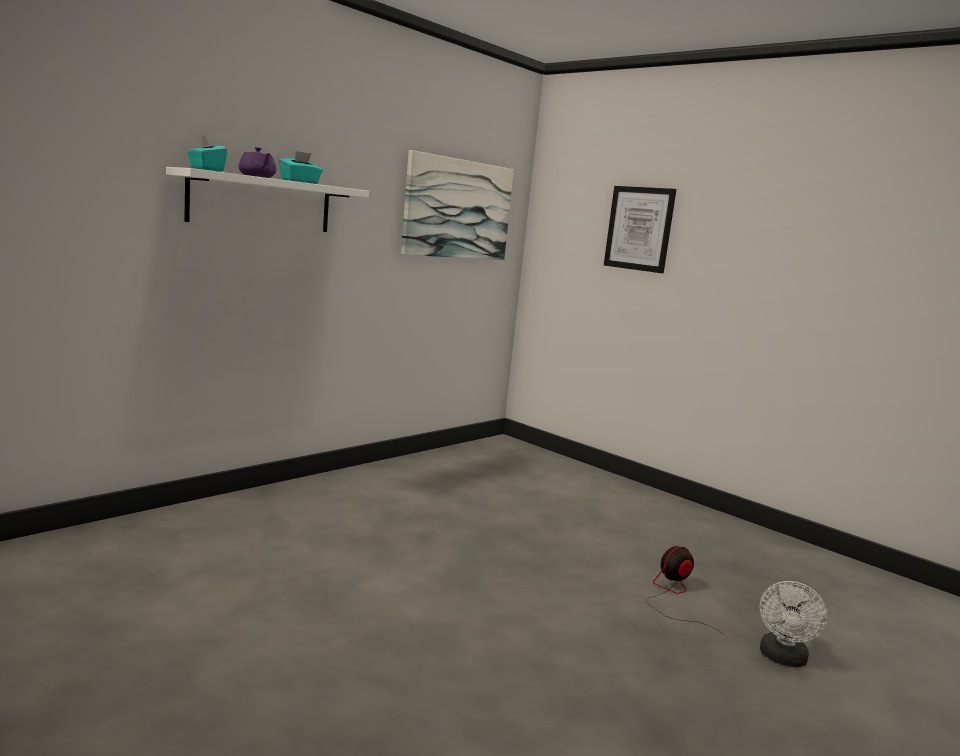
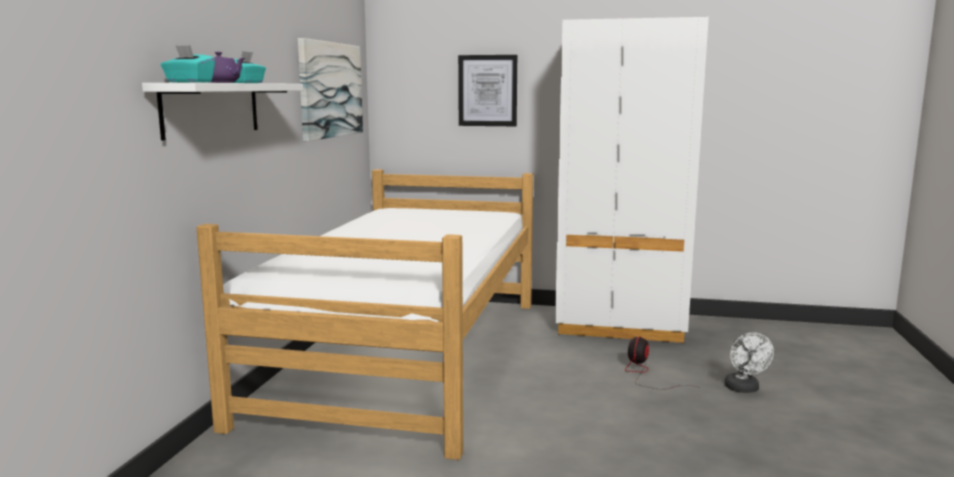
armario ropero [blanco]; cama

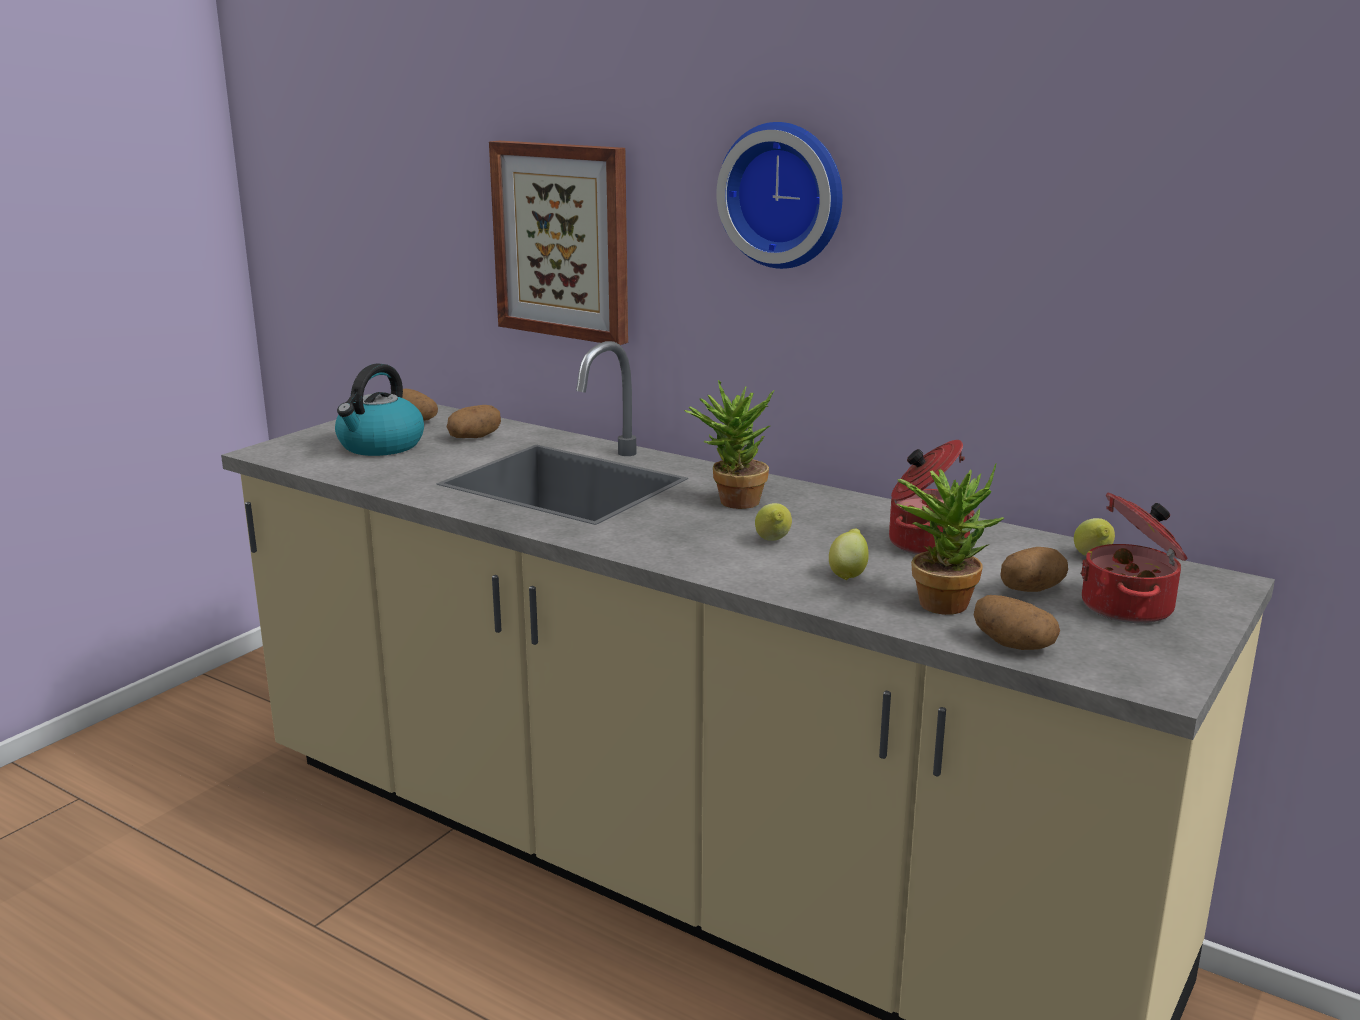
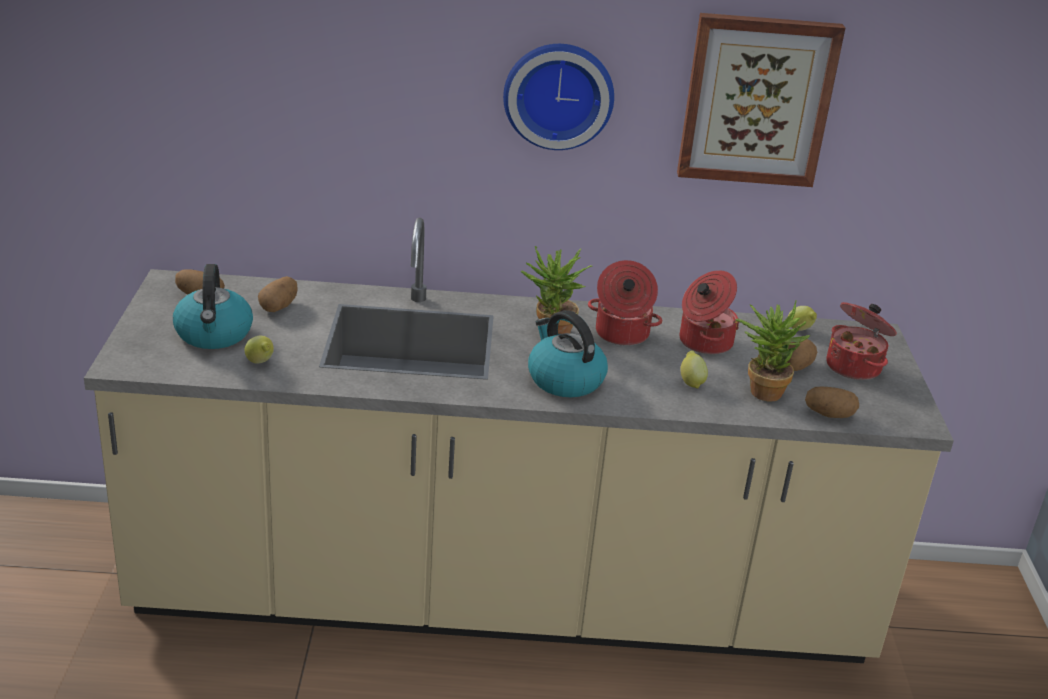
cuadro; limón (no. 1 from left); olla (no. 1 from left); hervidor (no. 2 from left)

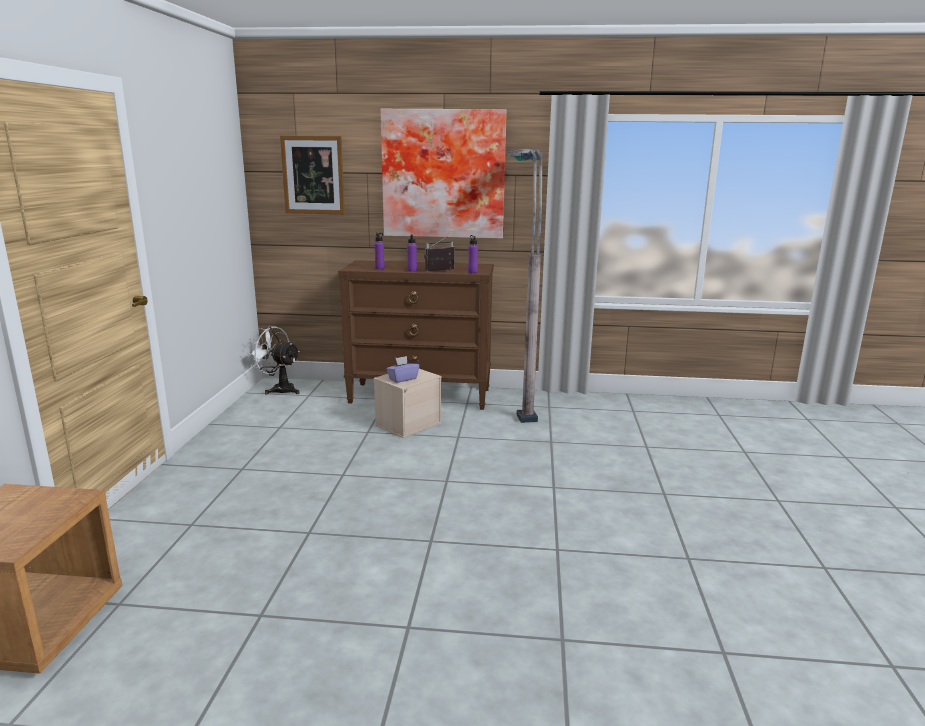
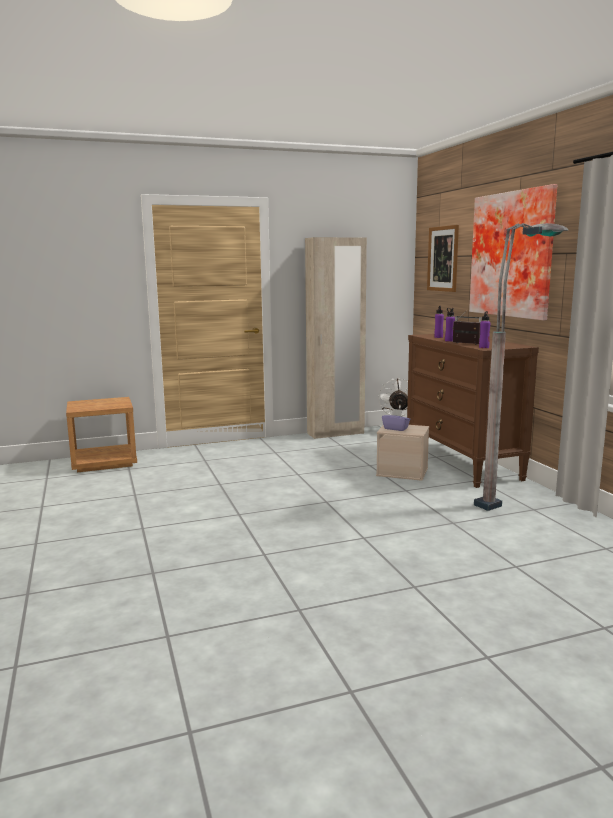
armario ropero [beis]

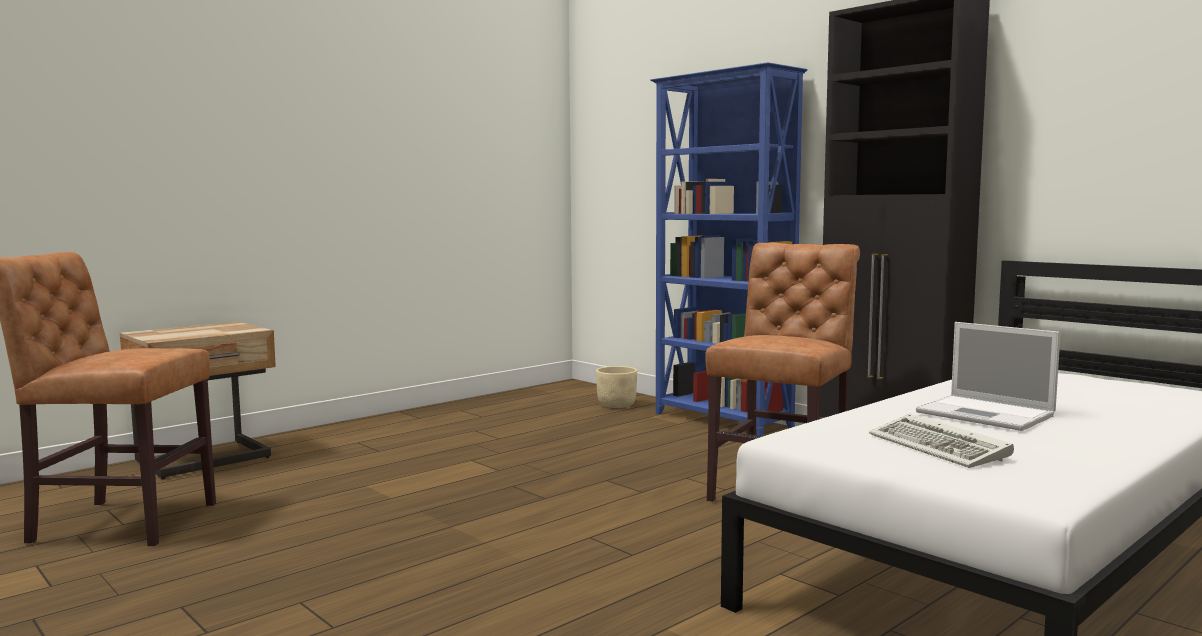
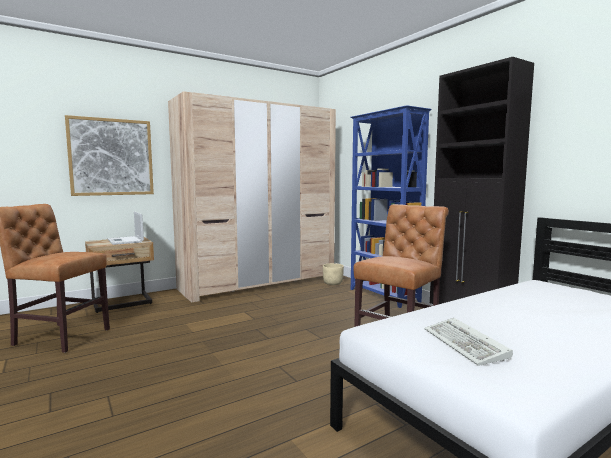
portátil; armario ropero [beis]; cuadro

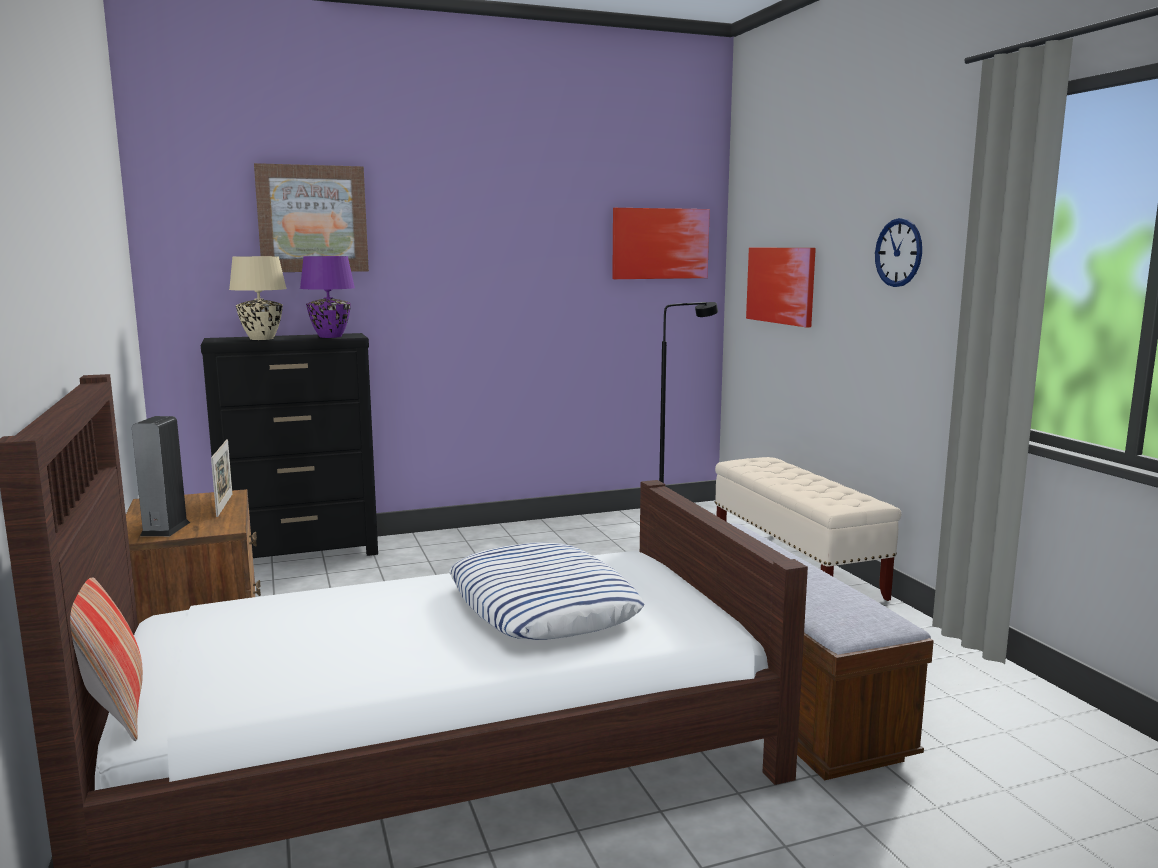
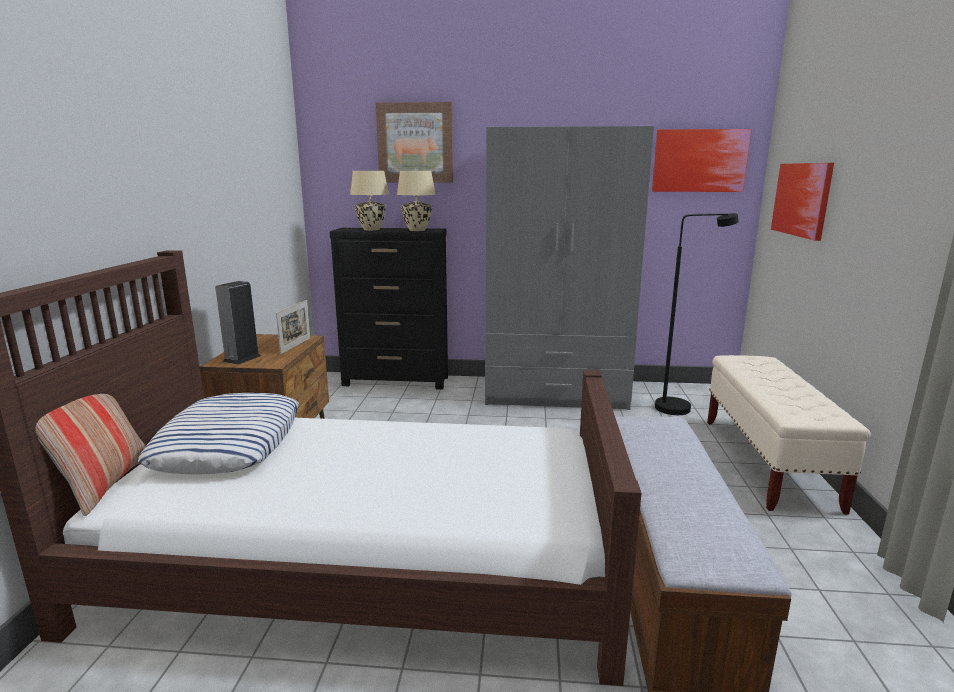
reloj de pared; lámpara de mesa [beis] (no. 2 from left); cojín (no. 2 from left); armario ropero [gris]

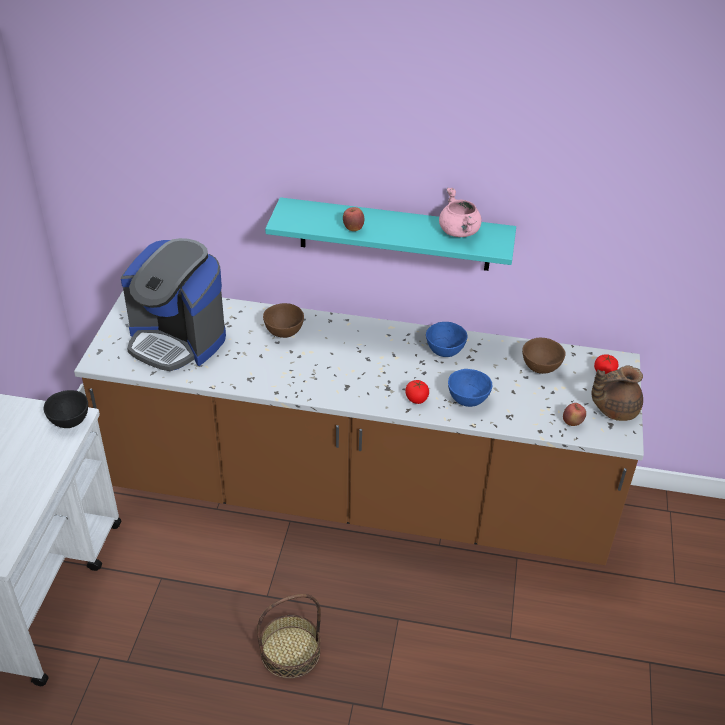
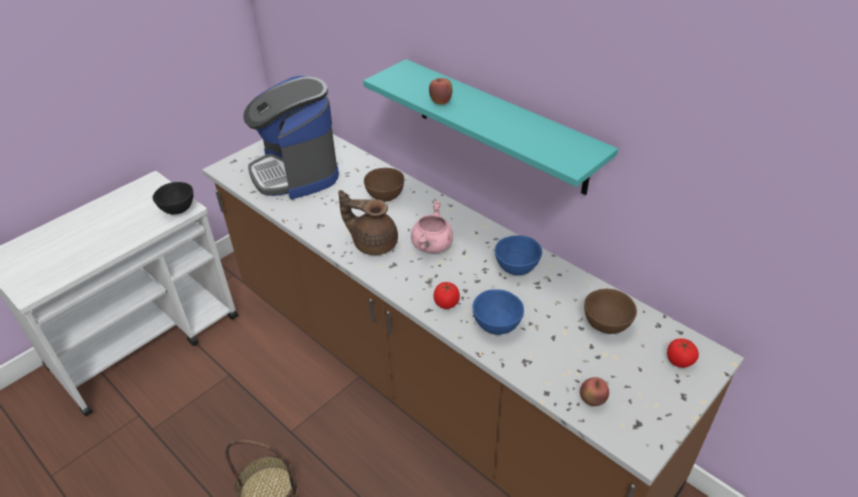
olla [rosa]; tetera [marrón]

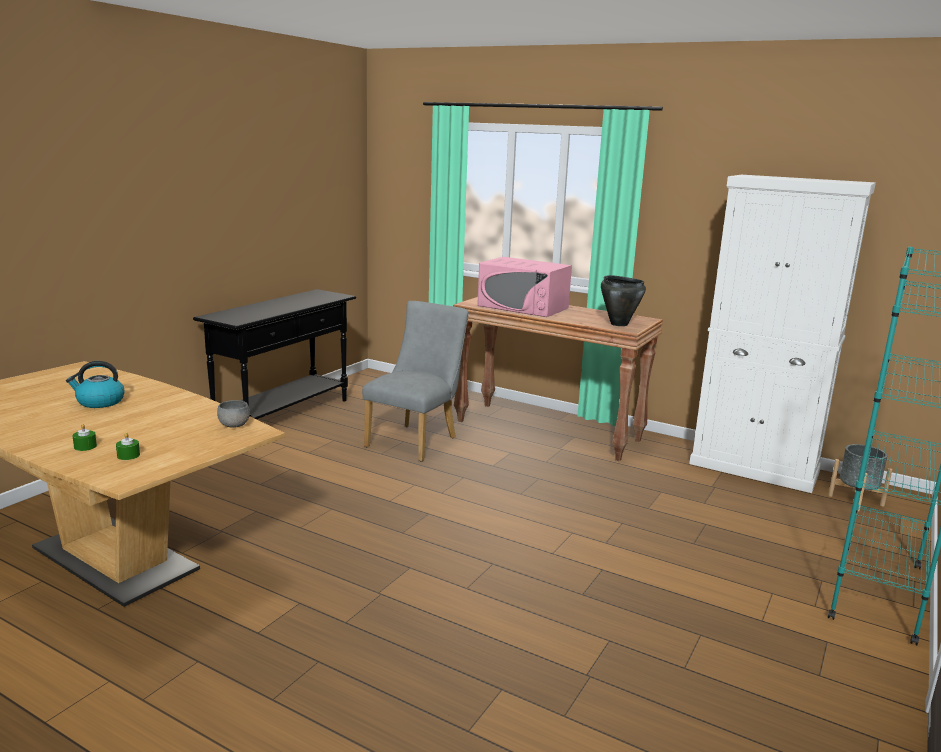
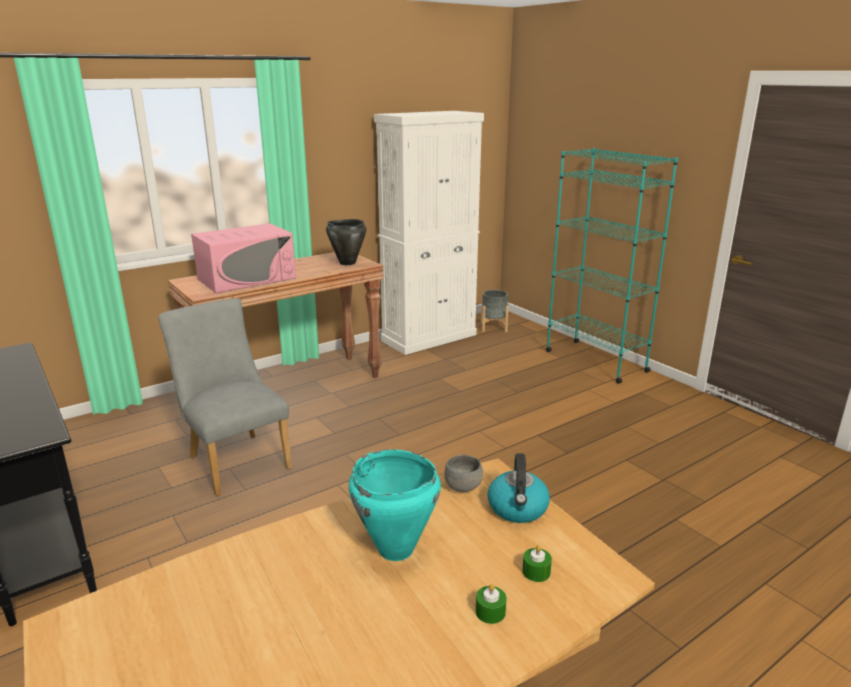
hervidor; olla [turquesa]

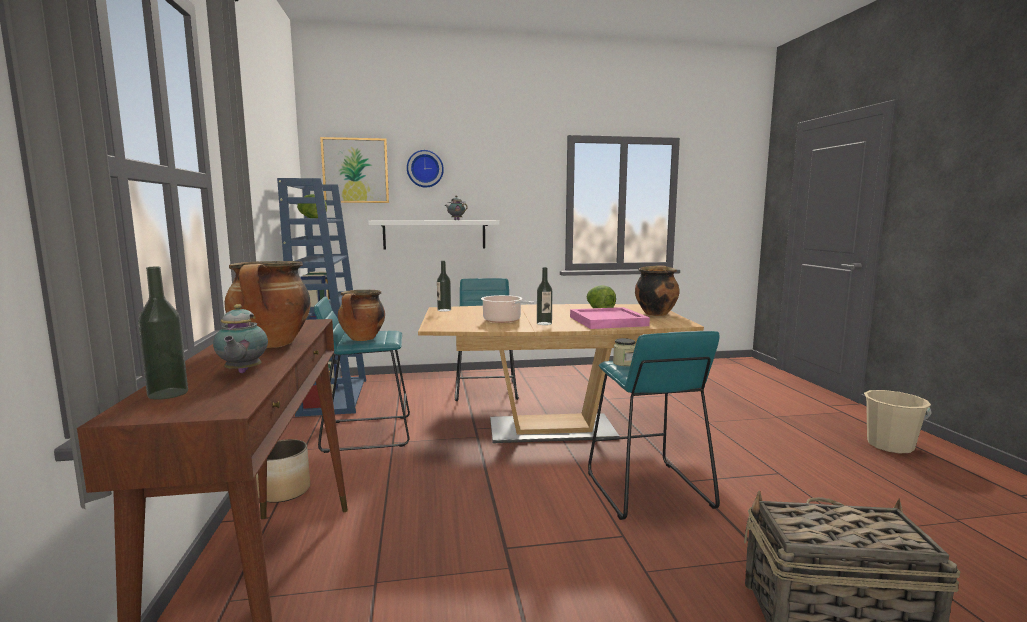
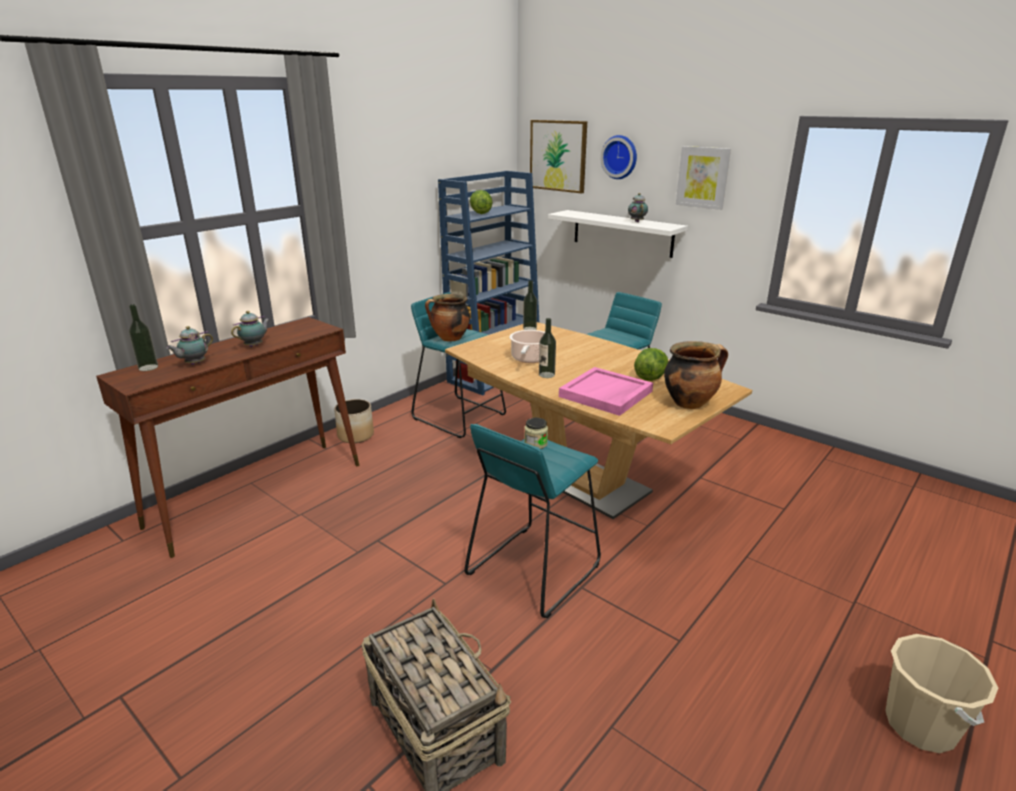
tetera (no. 2 from left); cuadro (no. 2 from left)

